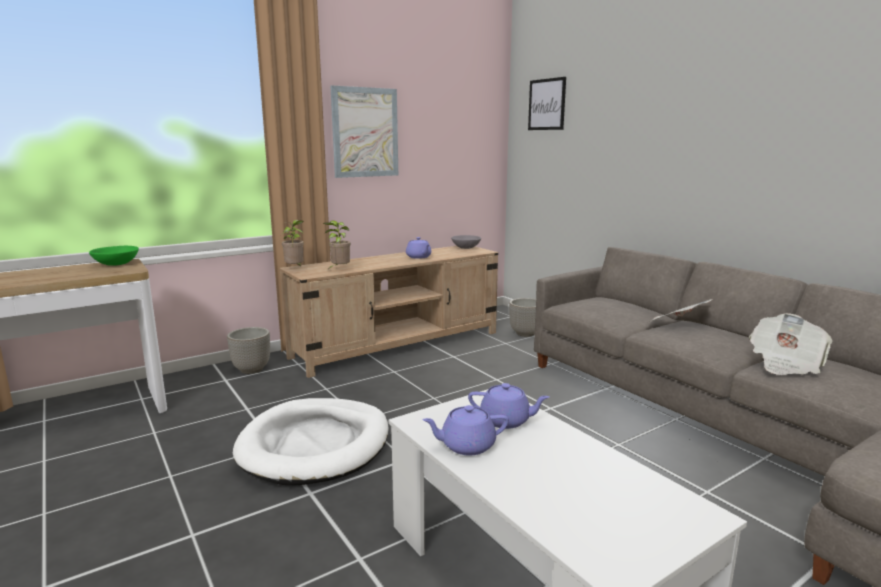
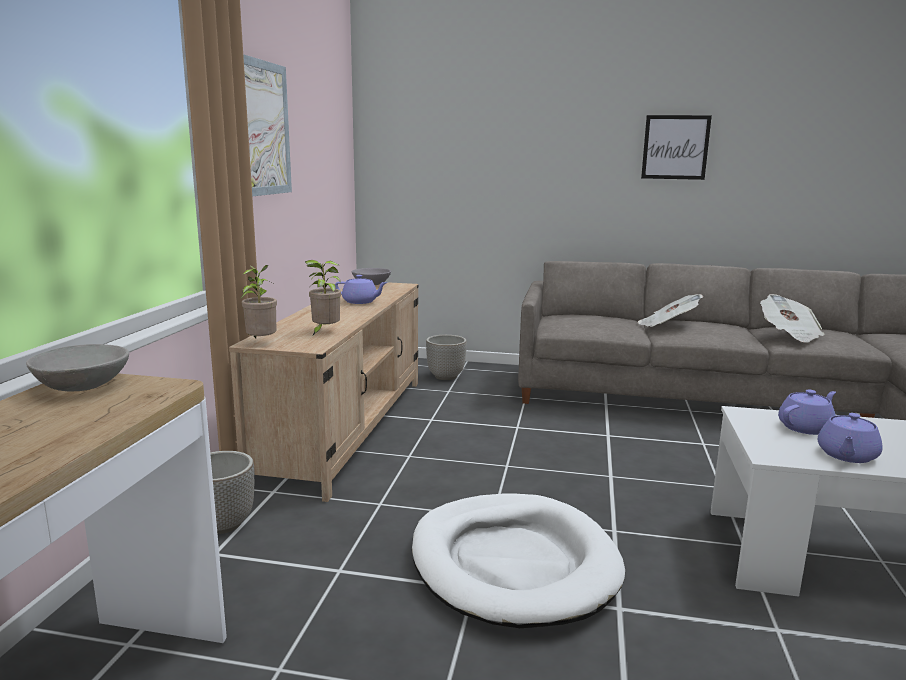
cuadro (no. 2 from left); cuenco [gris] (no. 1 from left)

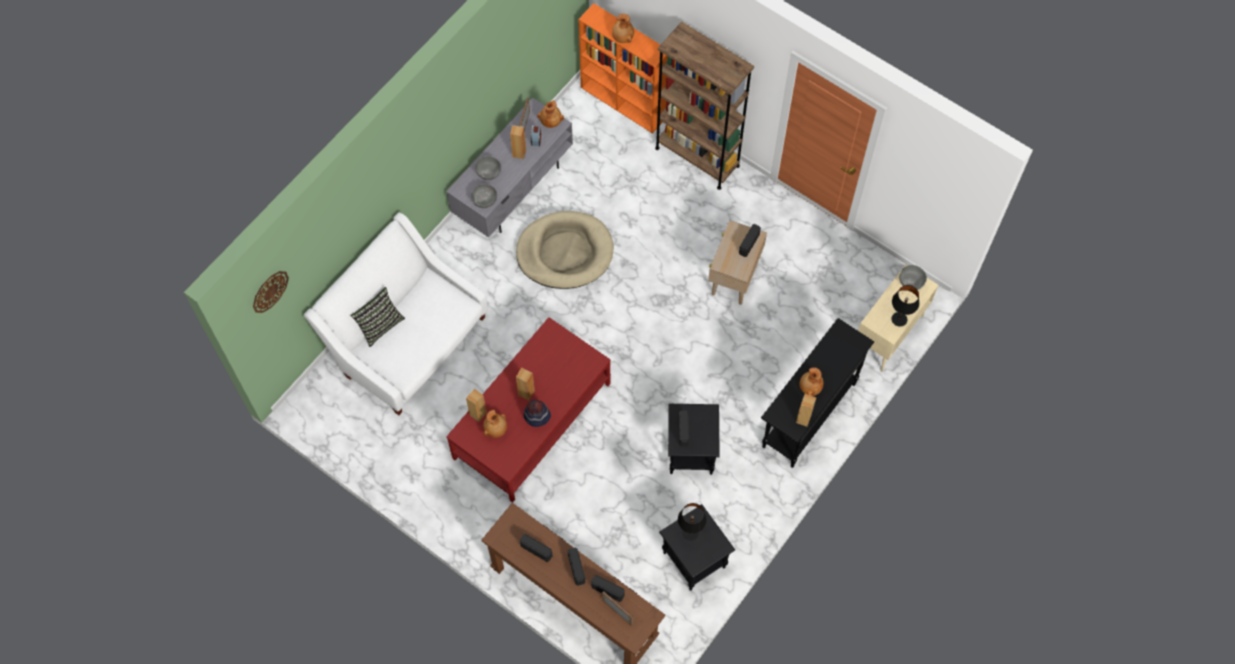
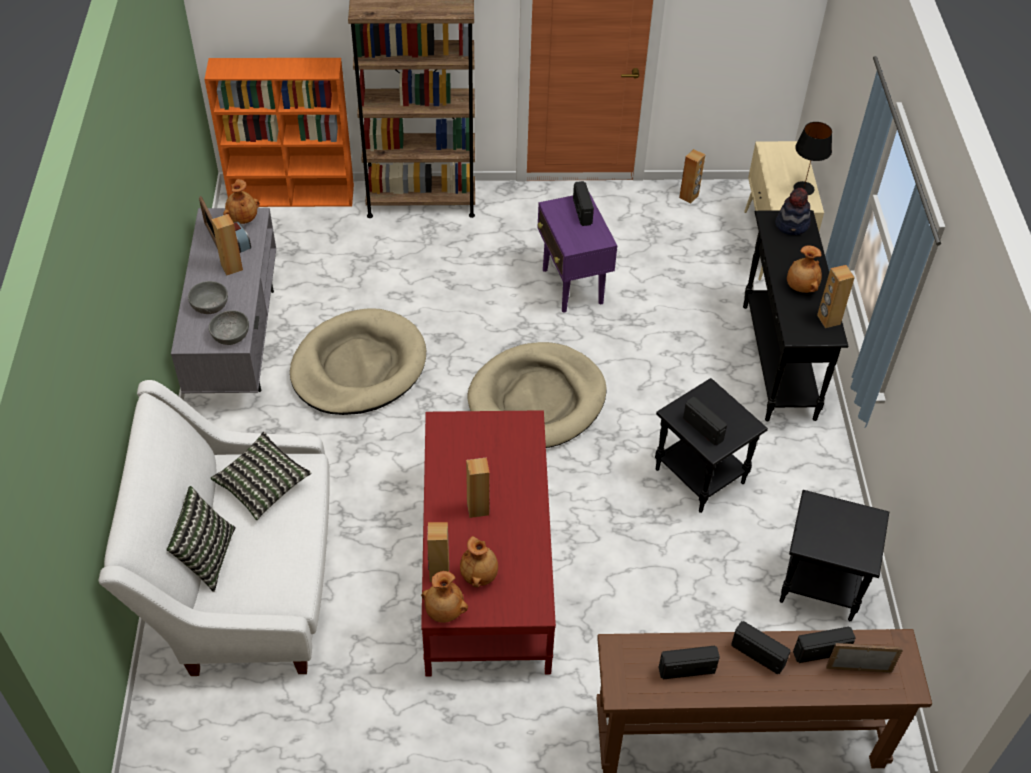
florero [marrón] (no. 2 from left); mesa auxiliar [morado]; cuenco [gris] (no. 3 from left in the first image); reloj de pared; sombrero; lámpara de mesa [negro] (no. 1 from left in the first image); altavoz [marrón] (no. 4 from left); cama para perro [beis] (no. 2 from left); cojín (no. 2 from left)

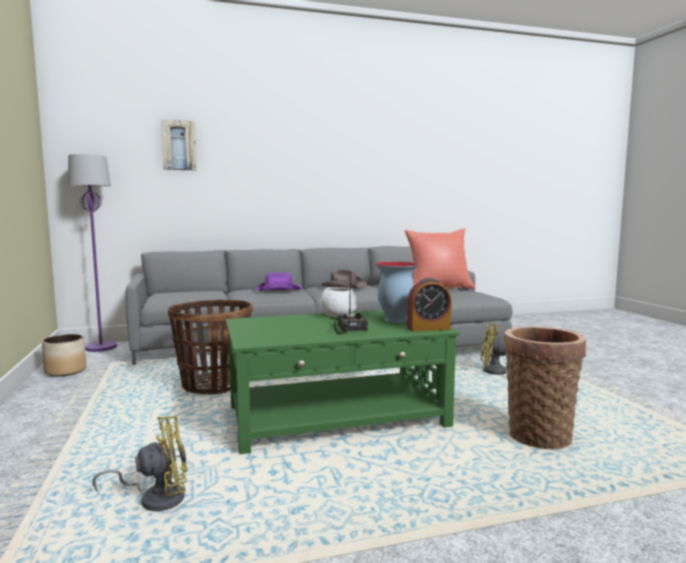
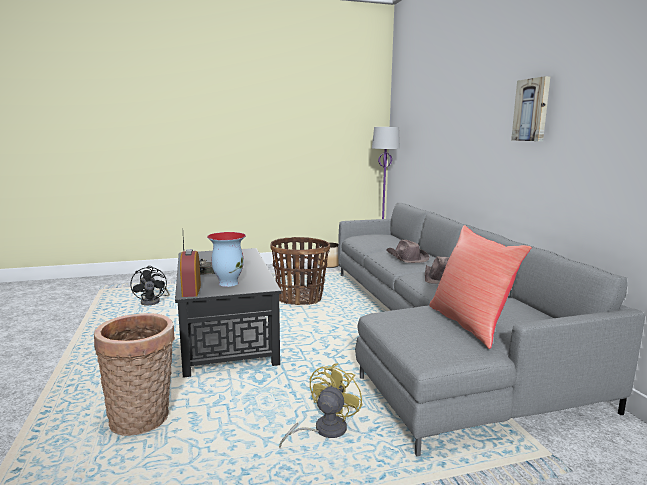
cuadro; sombrero [marrón] (no. 1 from left); cuenco [blanco]; mesa de centro [negro]; ventilador [negro]

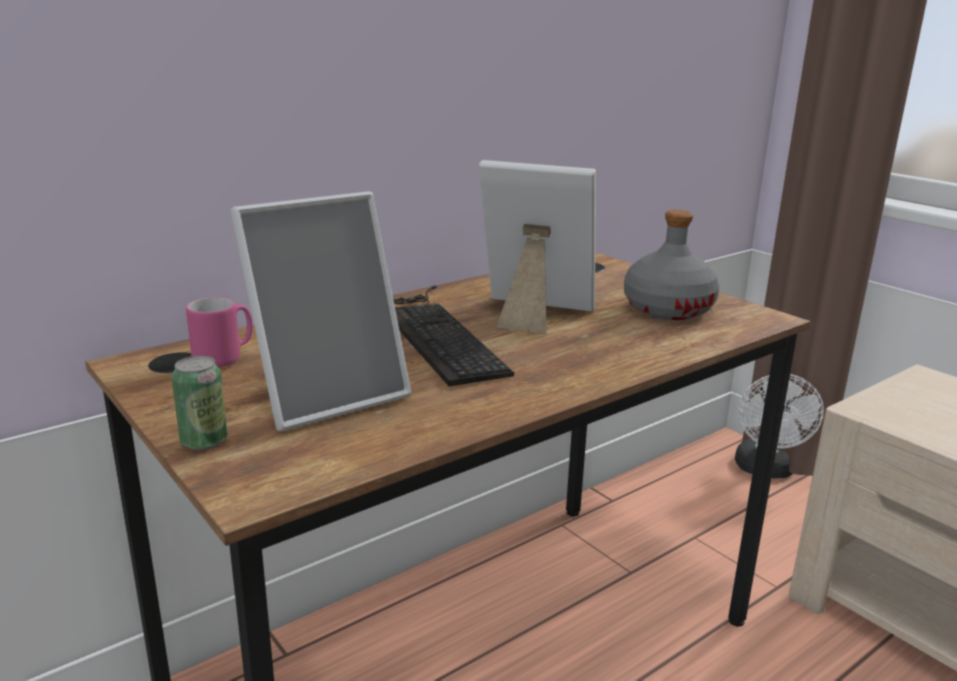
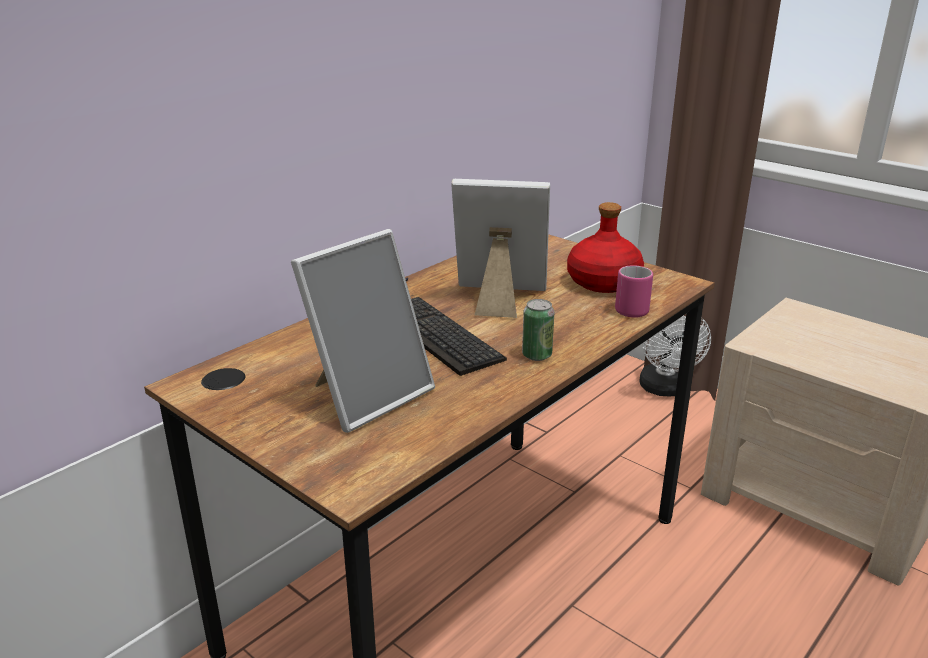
botella [rojo]; taza grande [rosa]; lata

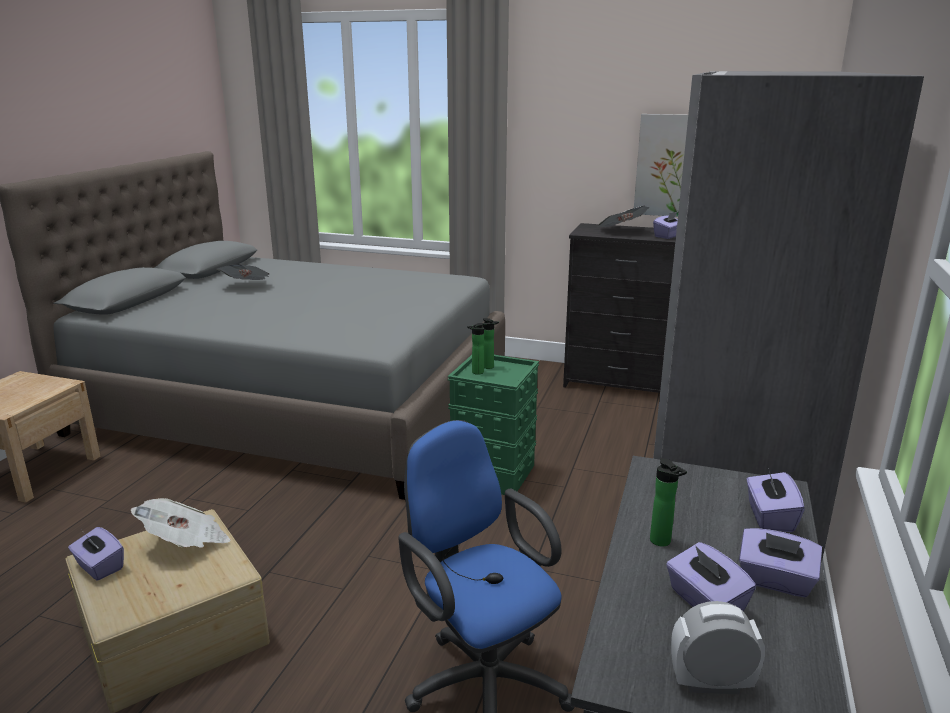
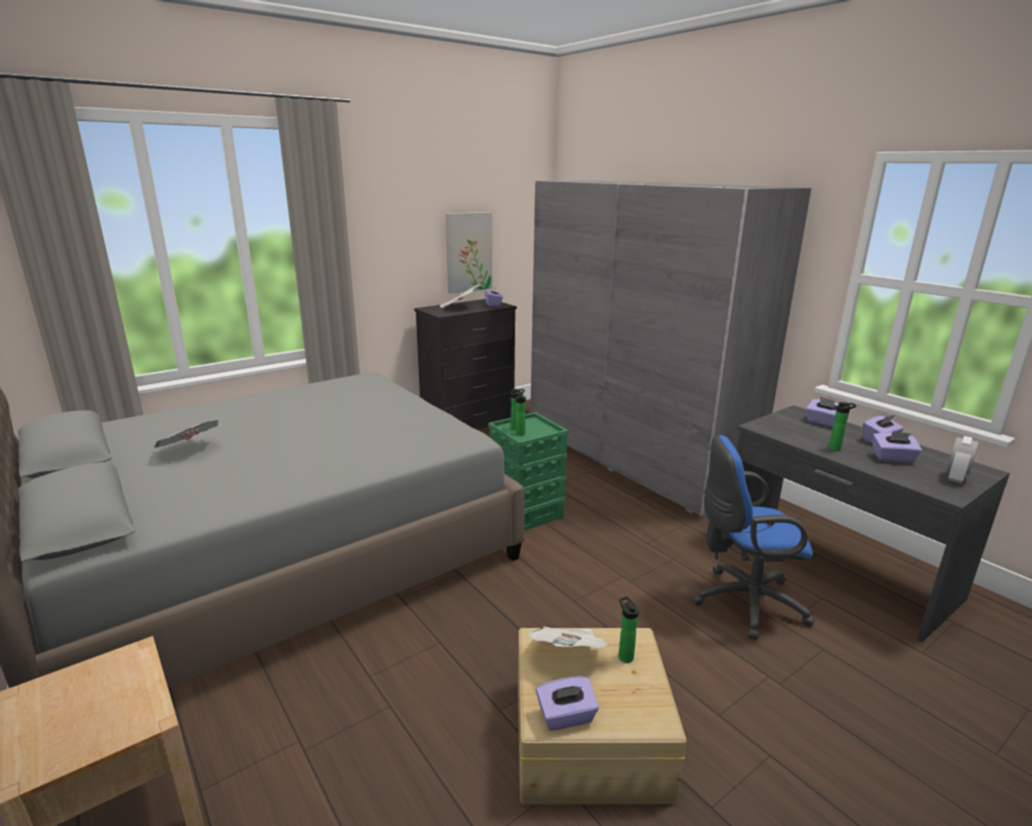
botella (no. 3 from left)

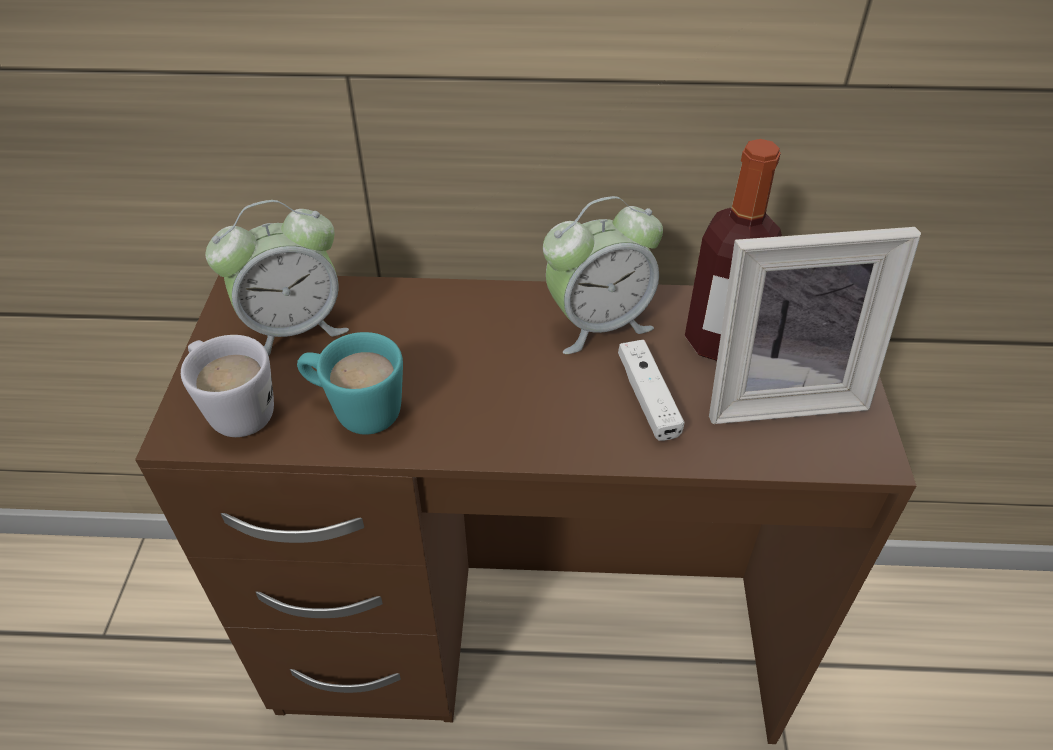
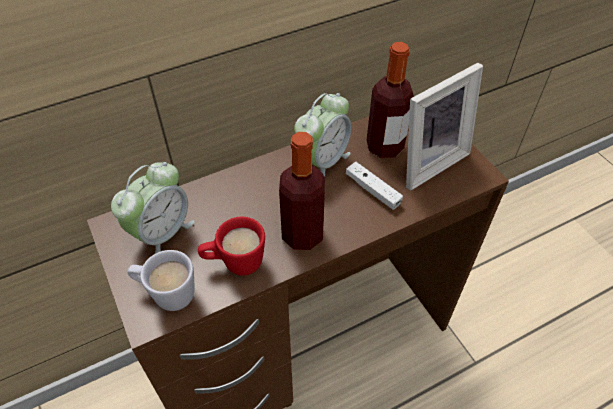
taza grande [rojo]; botella (no. 1 from left)

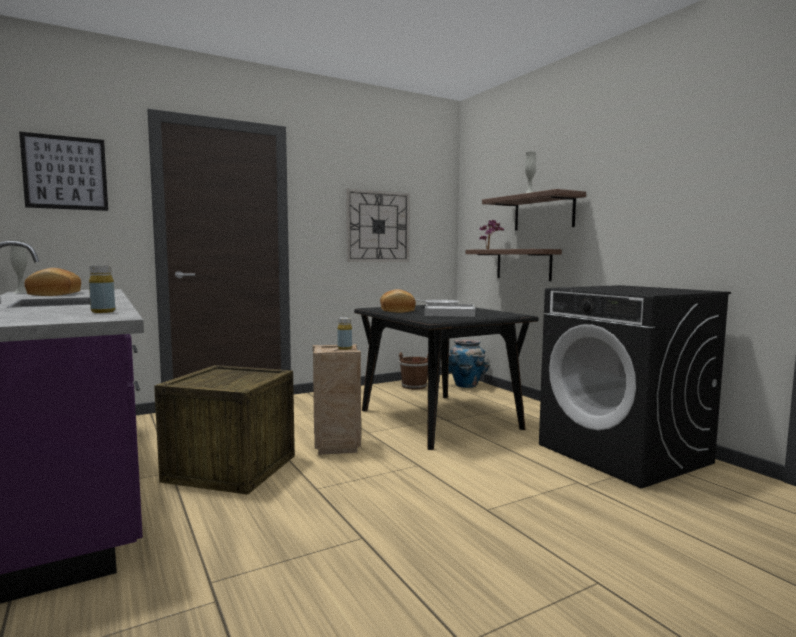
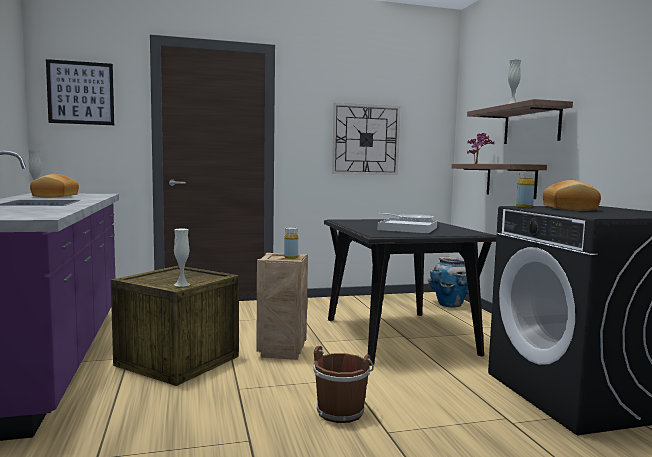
botella [amarillo] (no. 2 from left); pan (no. 2 from left); cubo [marrón]; florero [blanco] (no. 2 from left)

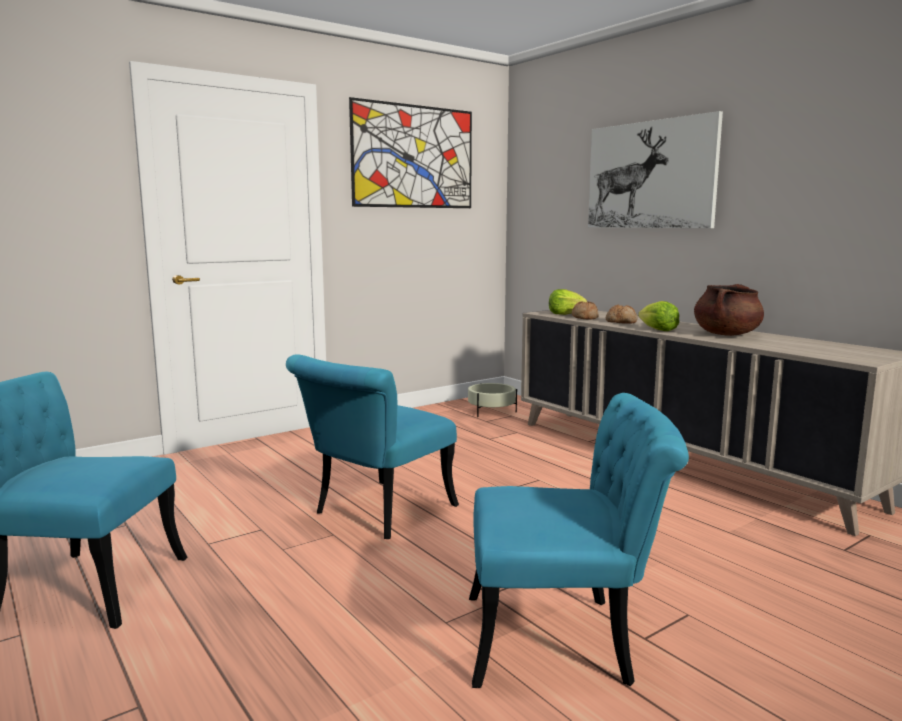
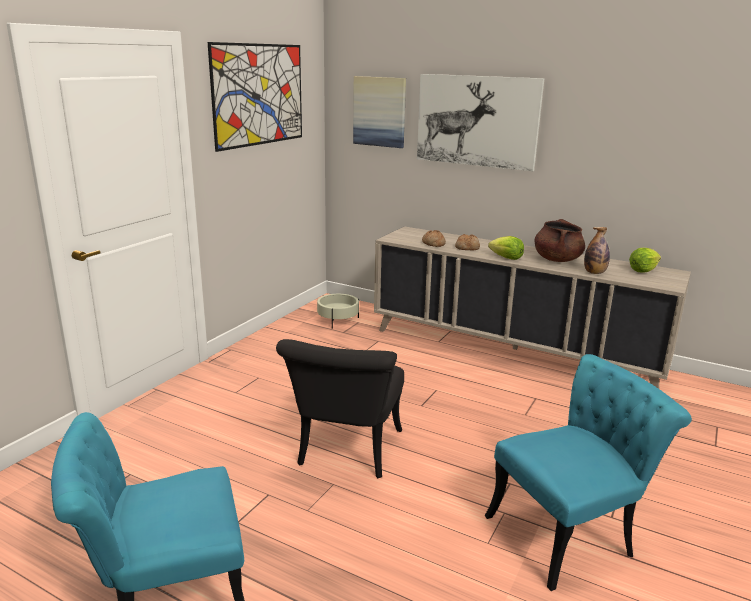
lechuga (no. 2 from left); silla [negro]; cuadro (no. 2 from left); botella

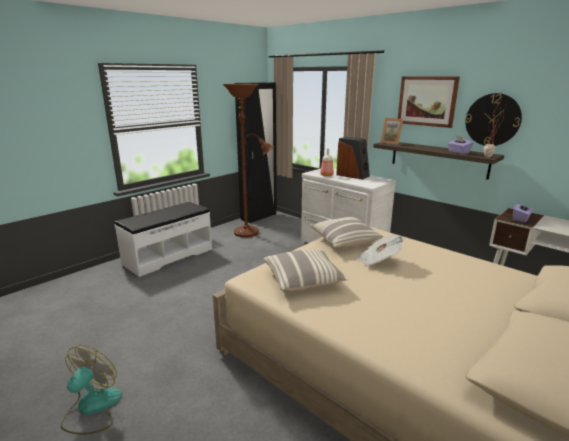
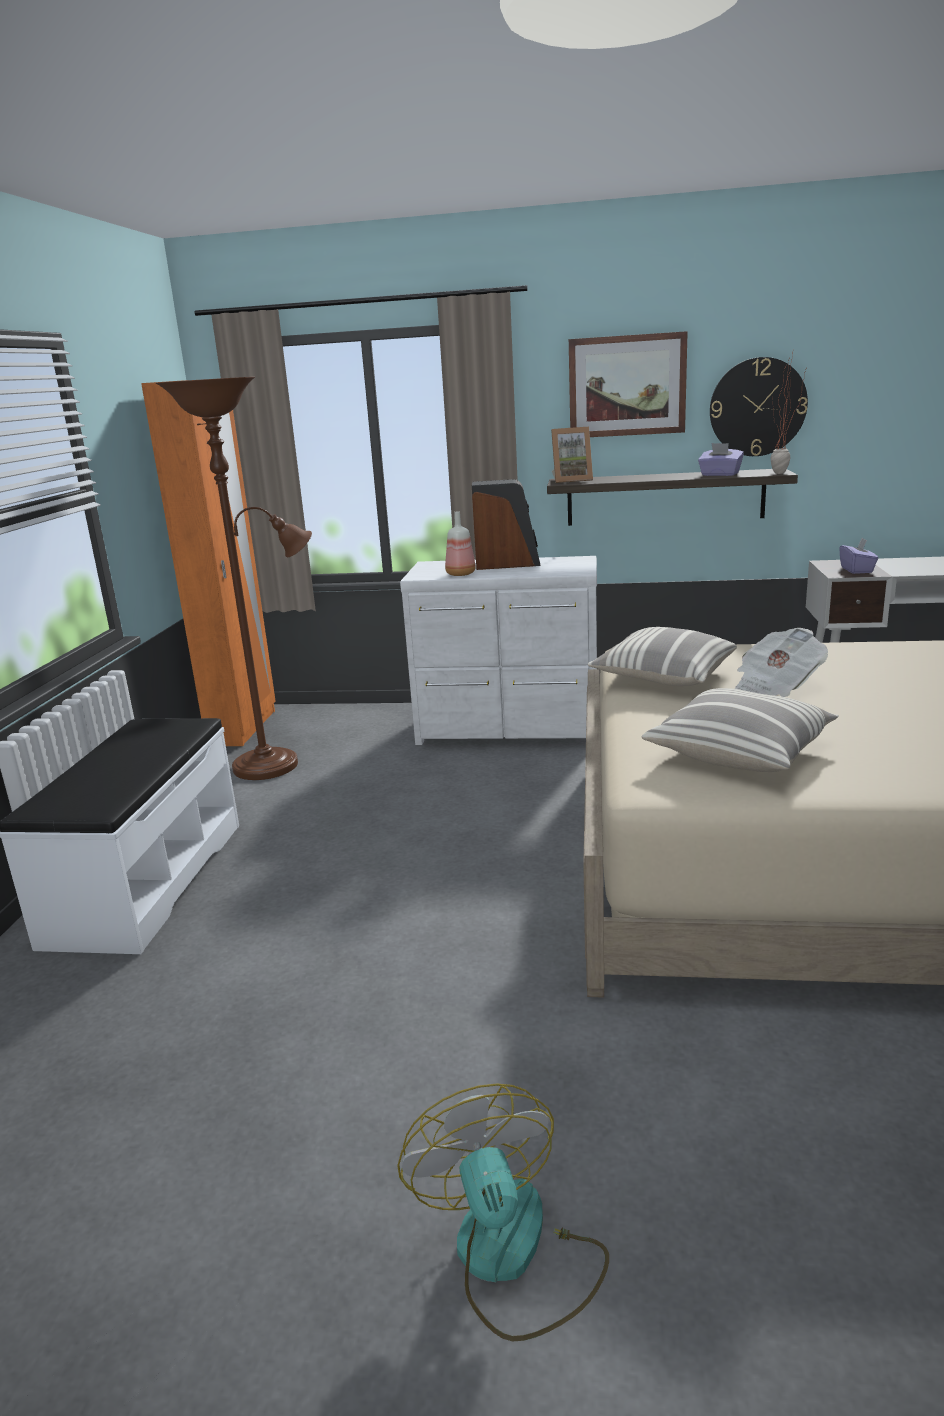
armario ropero [naranja]

